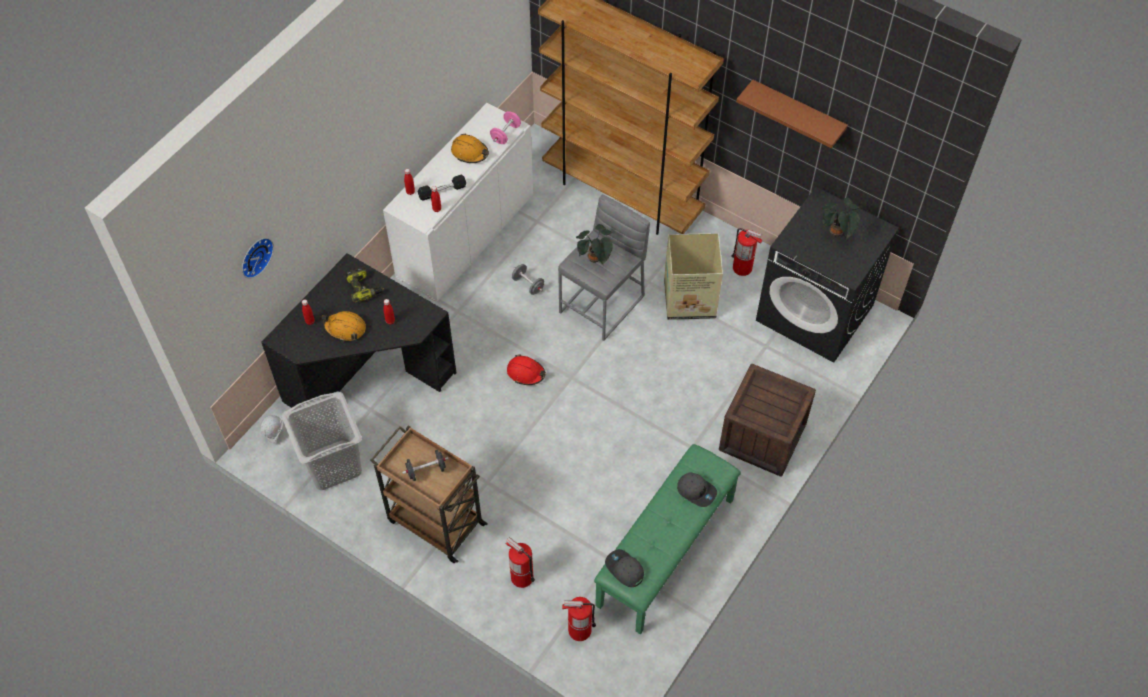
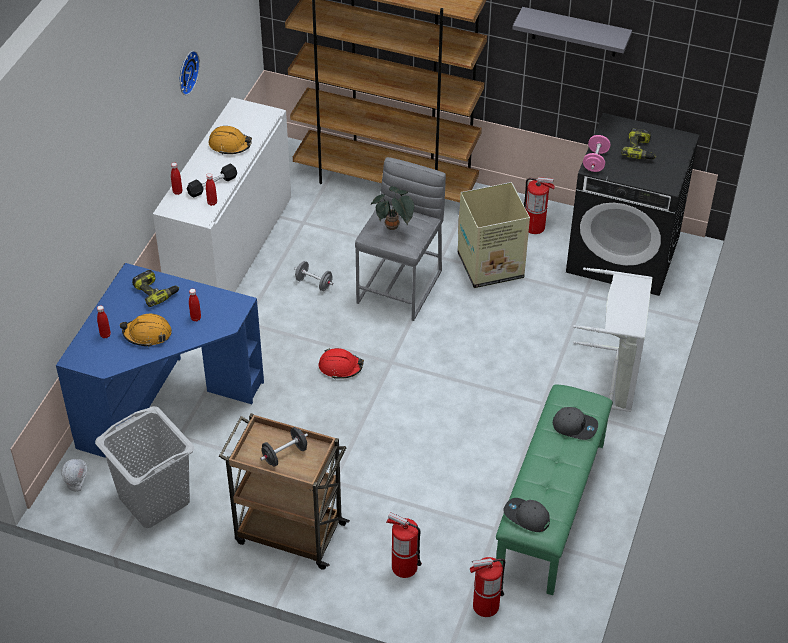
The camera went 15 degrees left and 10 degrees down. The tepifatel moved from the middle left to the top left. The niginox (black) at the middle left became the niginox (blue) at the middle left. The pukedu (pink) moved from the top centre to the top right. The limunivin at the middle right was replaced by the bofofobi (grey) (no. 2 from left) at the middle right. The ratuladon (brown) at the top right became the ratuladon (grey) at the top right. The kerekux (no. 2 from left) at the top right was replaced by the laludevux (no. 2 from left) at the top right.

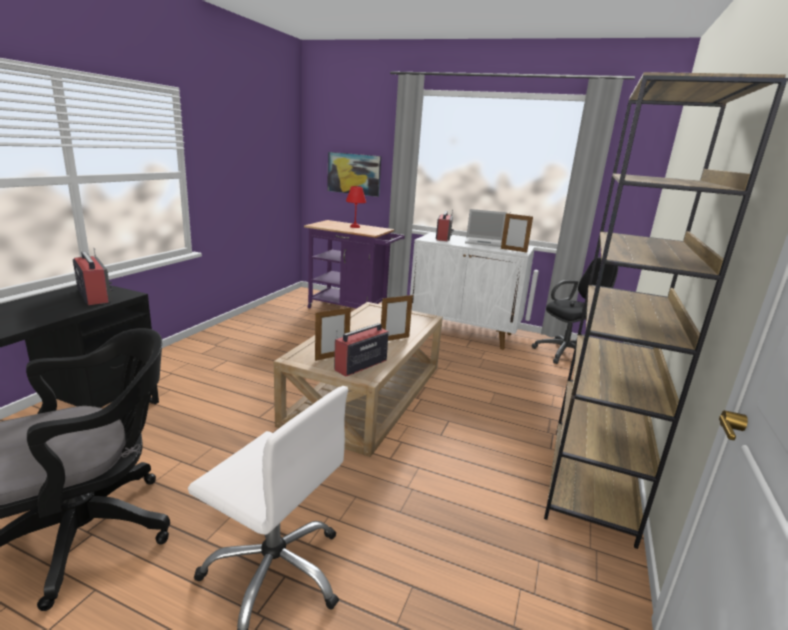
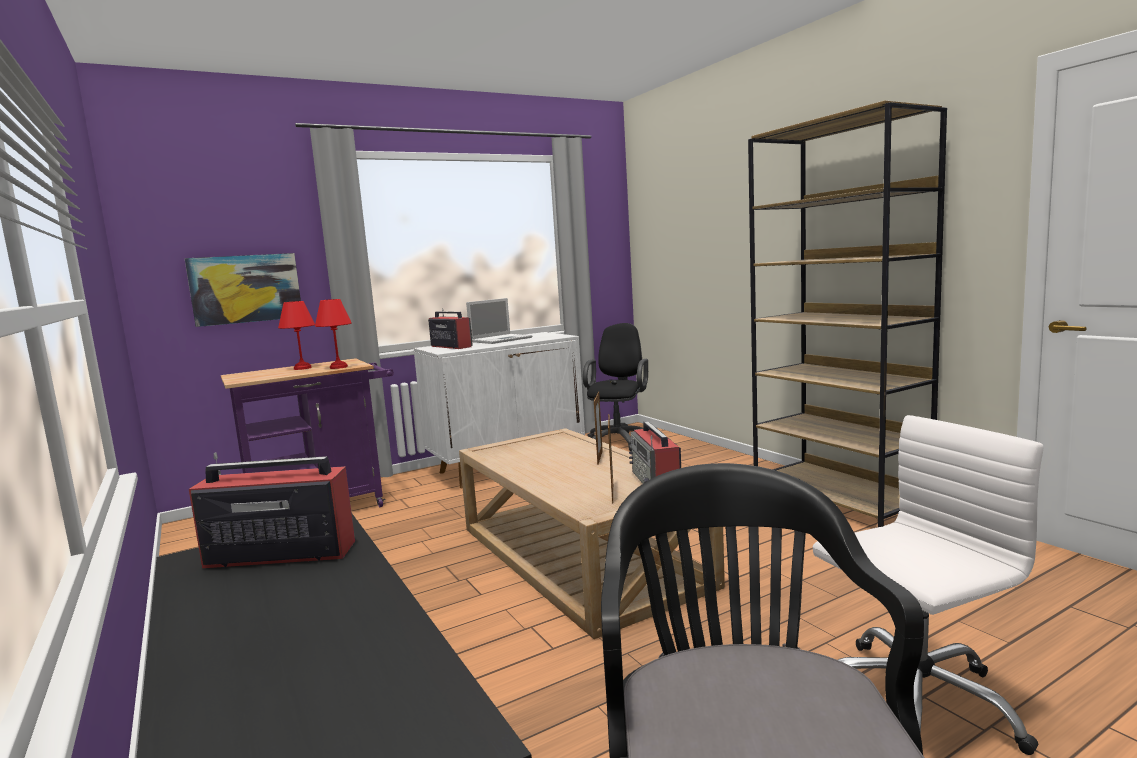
The camera went 50 degrees left and 10 degrees down. The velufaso (no. 3 from left) at the centre disappeared. The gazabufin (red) (no. 2 from left) at the middle left appeared.

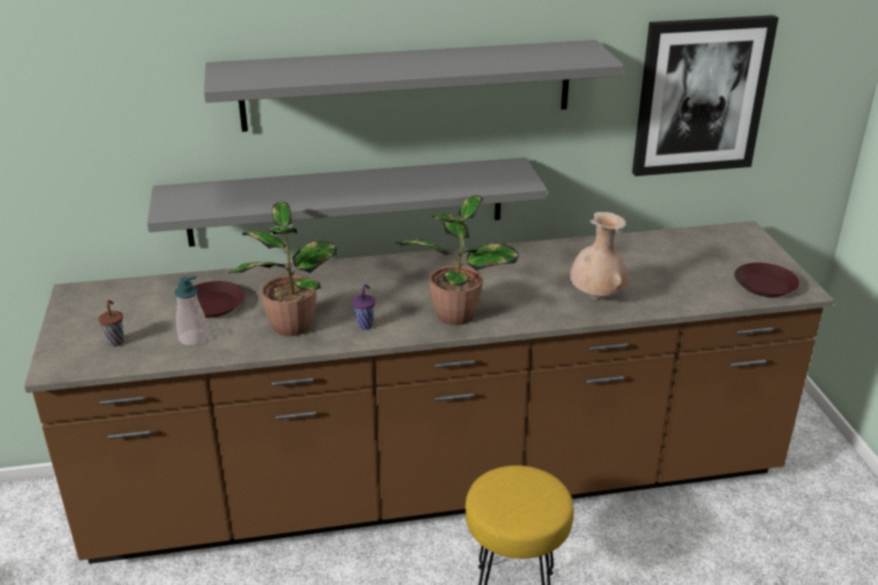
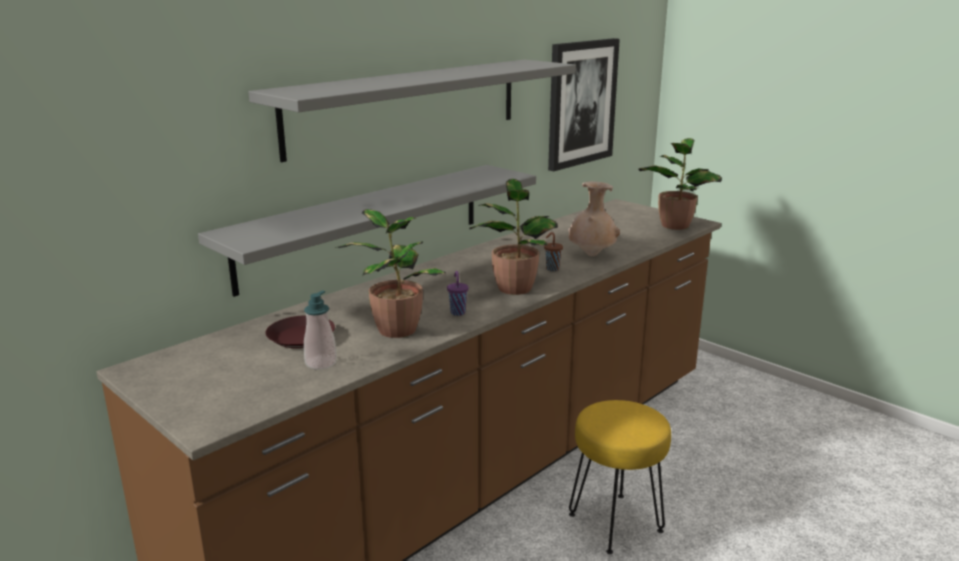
The camera went 35 degrees left and 10 degrees down. The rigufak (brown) moved from the middle left to the centre. The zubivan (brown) (no. 2 from left) at the middle right was replaced by the kerekux (no. 3 from left) at the top right.

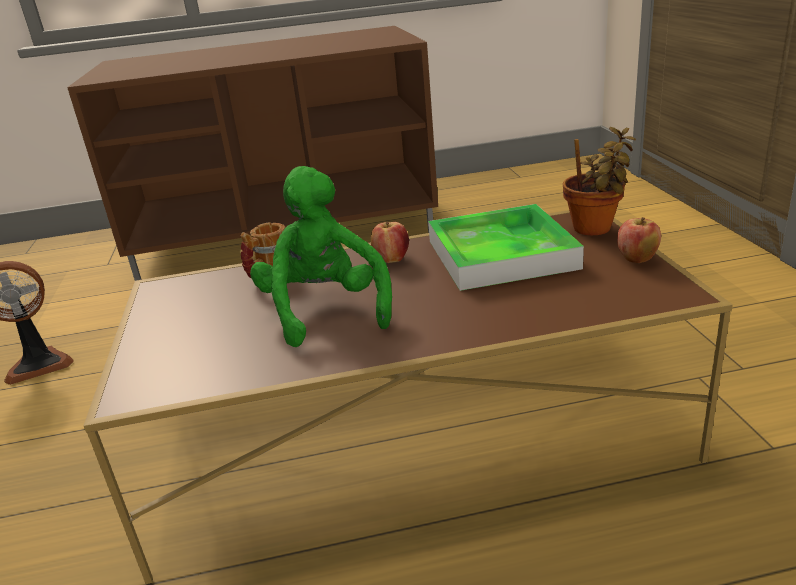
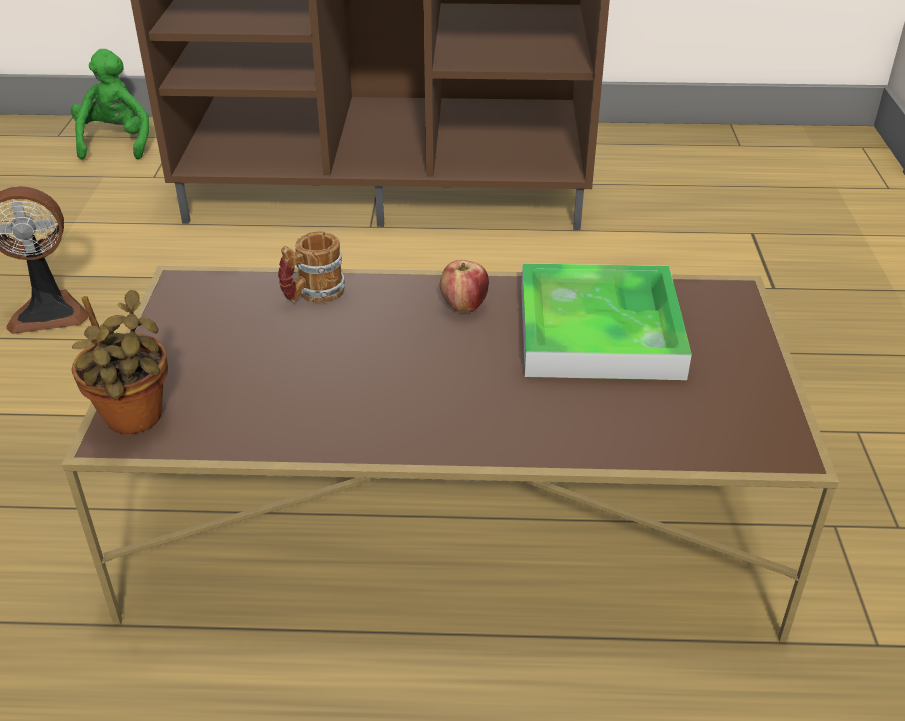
The camera went 10 degrees right and 10 degrees up. The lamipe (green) moved from the centre to the top left. The kerekux moved from the top right to the middle left. The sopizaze (no. 2 from left) at the middle right disappeared.

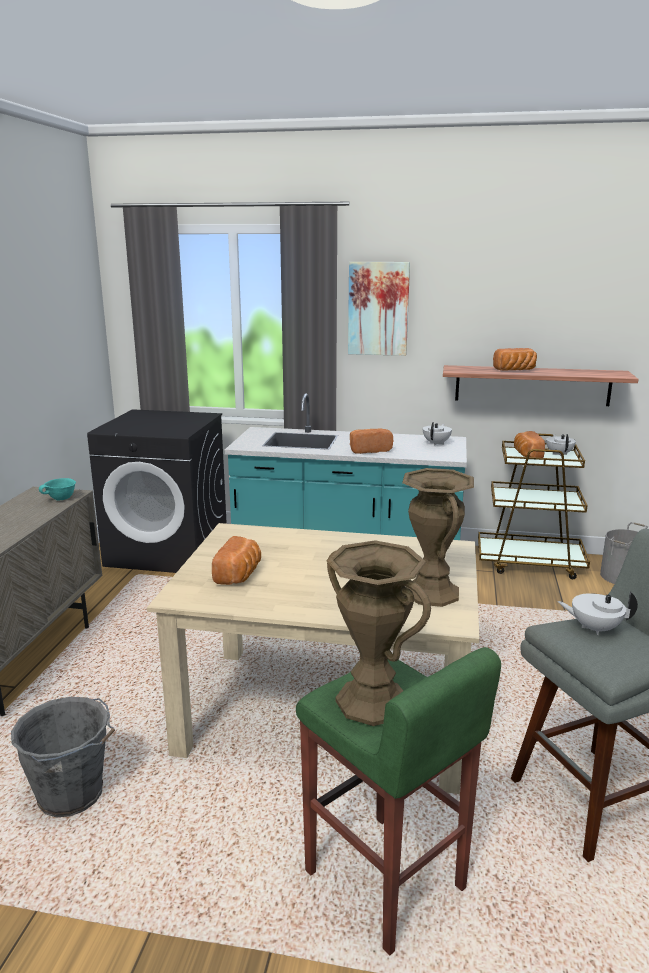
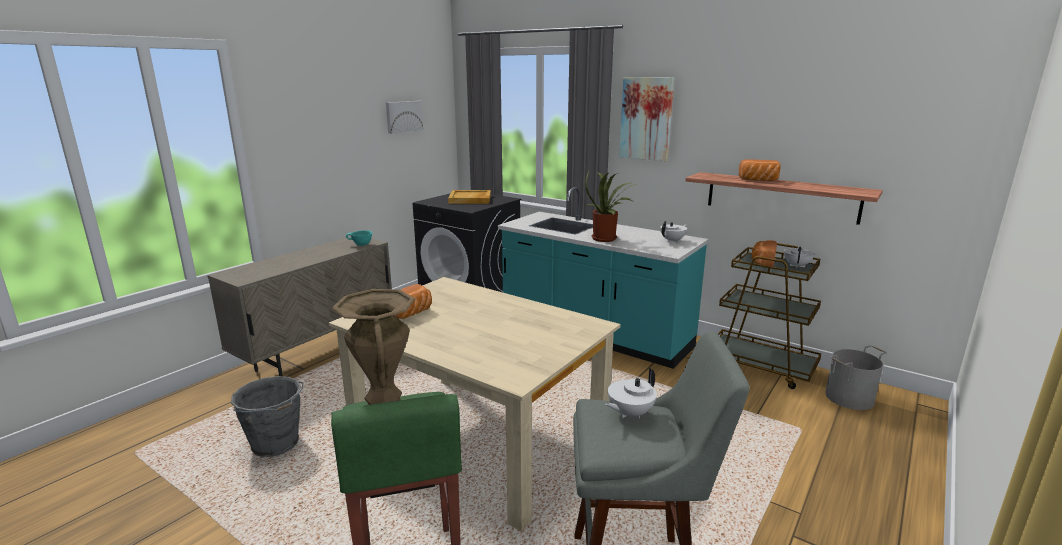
The camera went 25 degrees right and 0 degrees up. The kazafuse (no. 2 from left) at the centre was replaced by the kerekux at the centre. The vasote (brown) (no. 2 from left) at the middle right disappeared. The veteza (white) (no. 3 from left in the first image) at the middle right turned 75 degrees counterclockwise. The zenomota (no. 1 from left) at the top centre appeared. The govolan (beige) at the centre appeared.

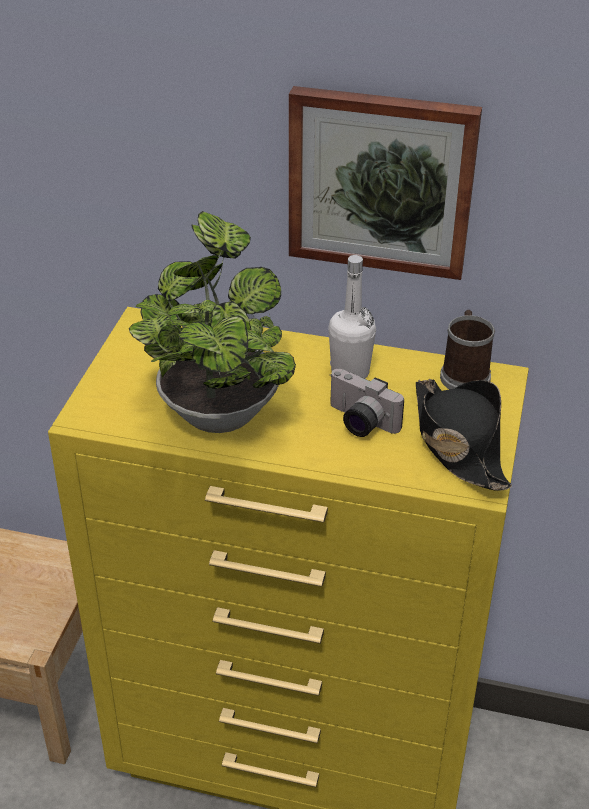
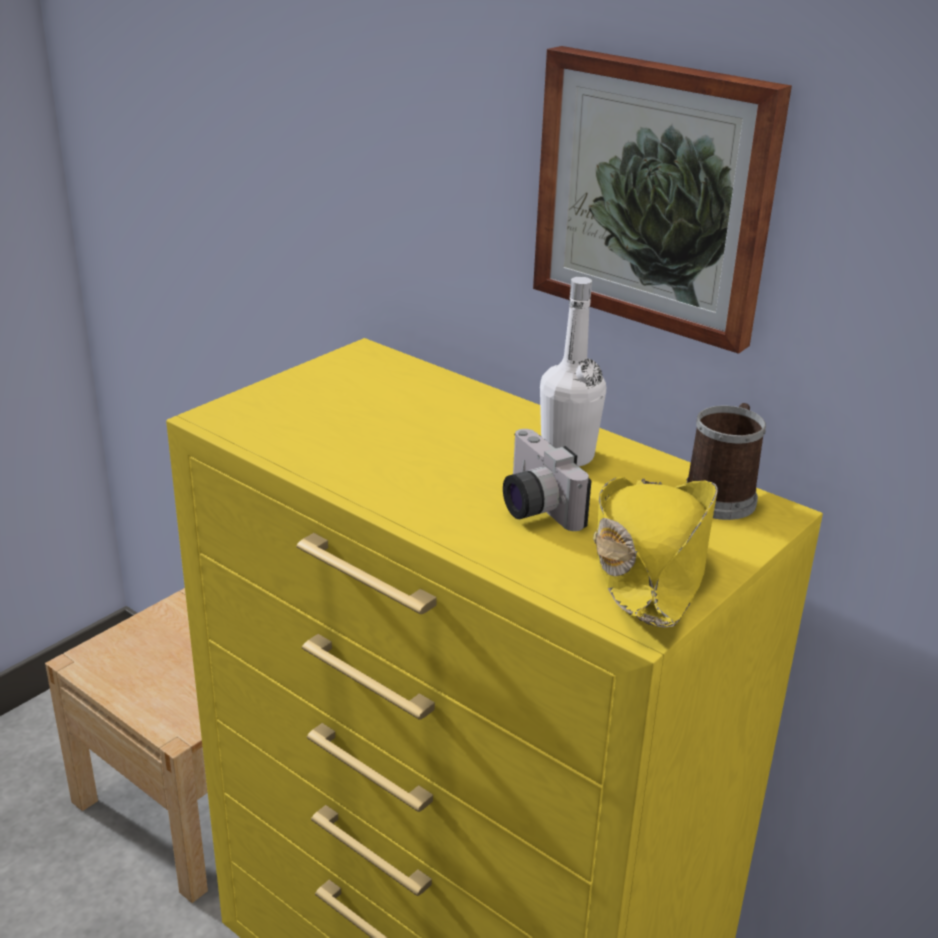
The camera went 25 degrees right and 10 degrees down. The kerekux at the centre disappeared. The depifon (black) at the middle right became the depifon (yellow) at the middle right.

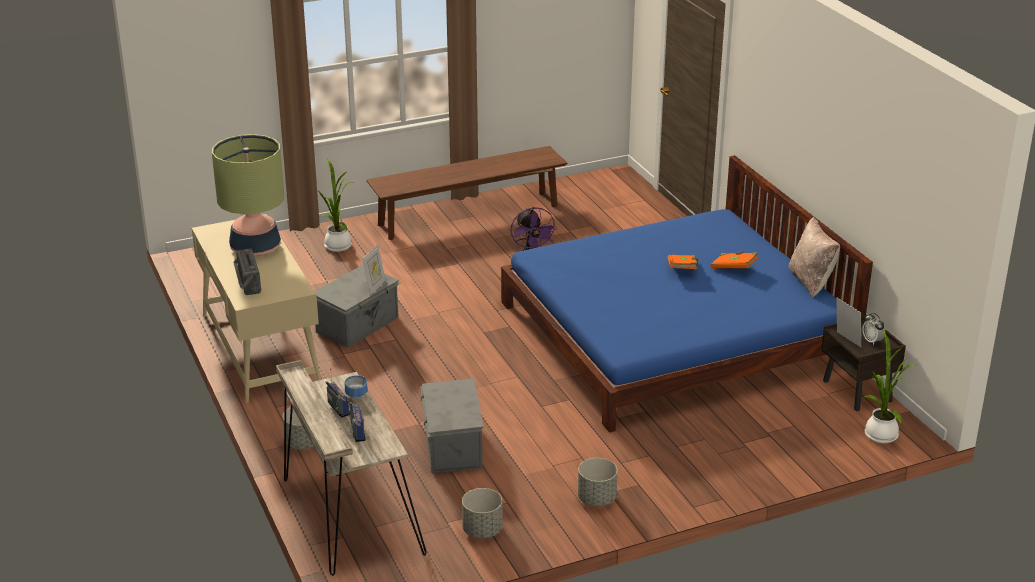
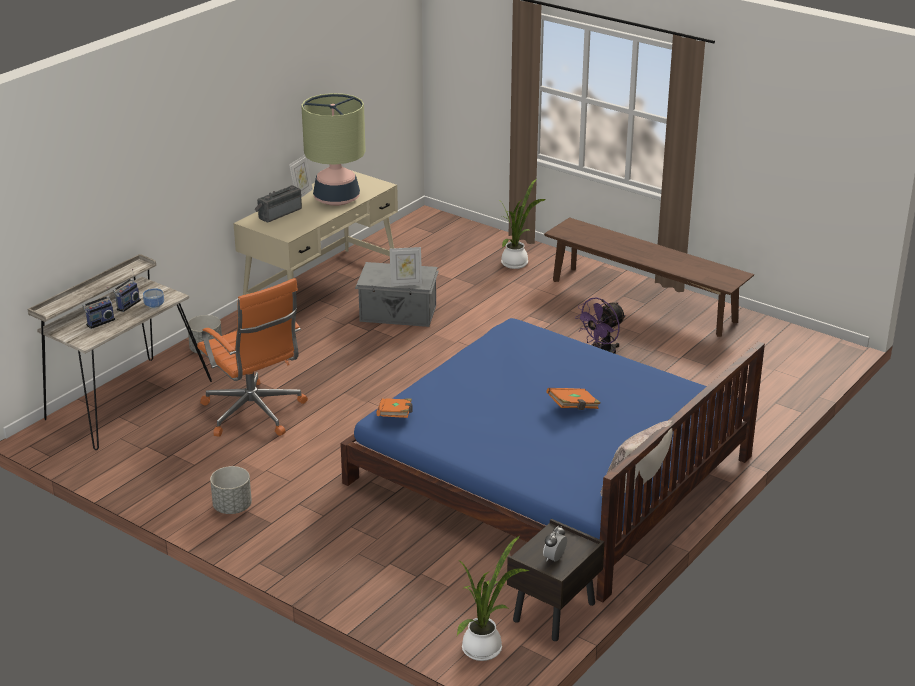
The camera went 60 degrees right and 0 degrees up. The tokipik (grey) (no. 2 from left) at the bottom centre was replaced by the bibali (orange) at the middle left. The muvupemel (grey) (no. 2 from left) at the bottom centre disappeared. The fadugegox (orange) (no. 2 from left in the first image) moved from the middle right to the centre. The velufaso (no. 2 from left in the first image) moved from the middle right to the top left.

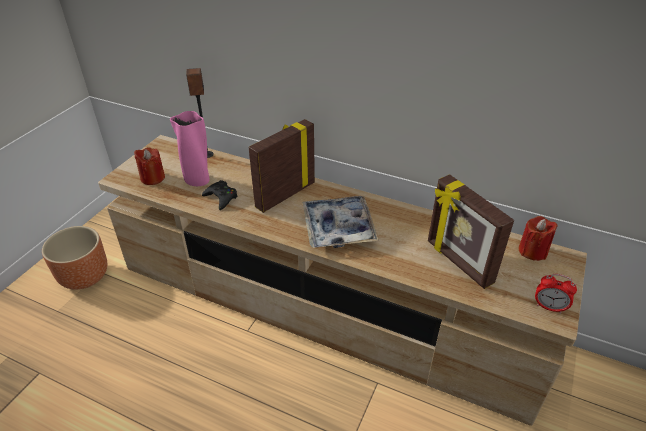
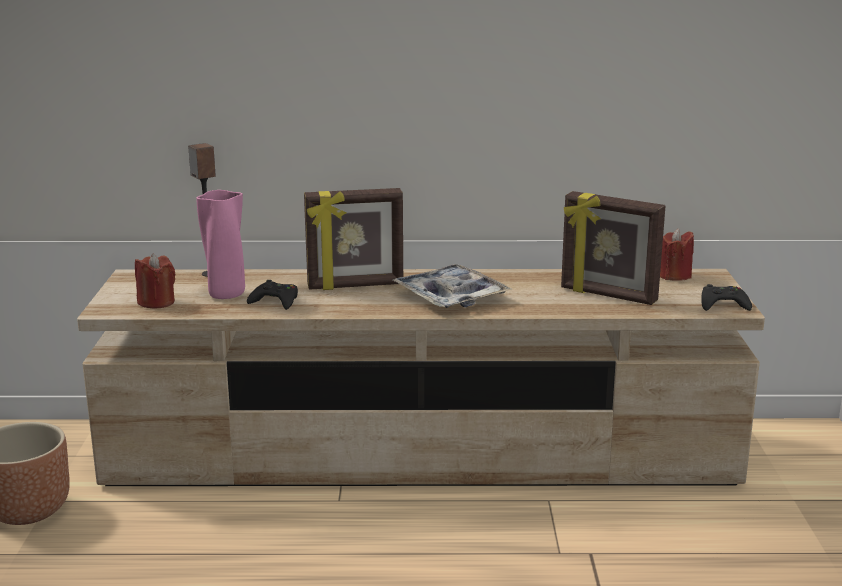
The camera went 25 degrees left and 20 degrees down. The velufaso (no. 1 from left) at the centre turned 120 degrees counterclockwise. The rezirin at the bottom right was replaced by the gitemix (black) (no. 2 from left) at the middle right.

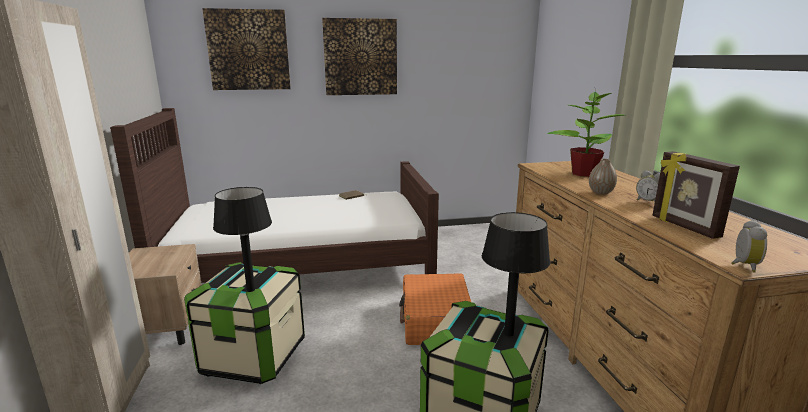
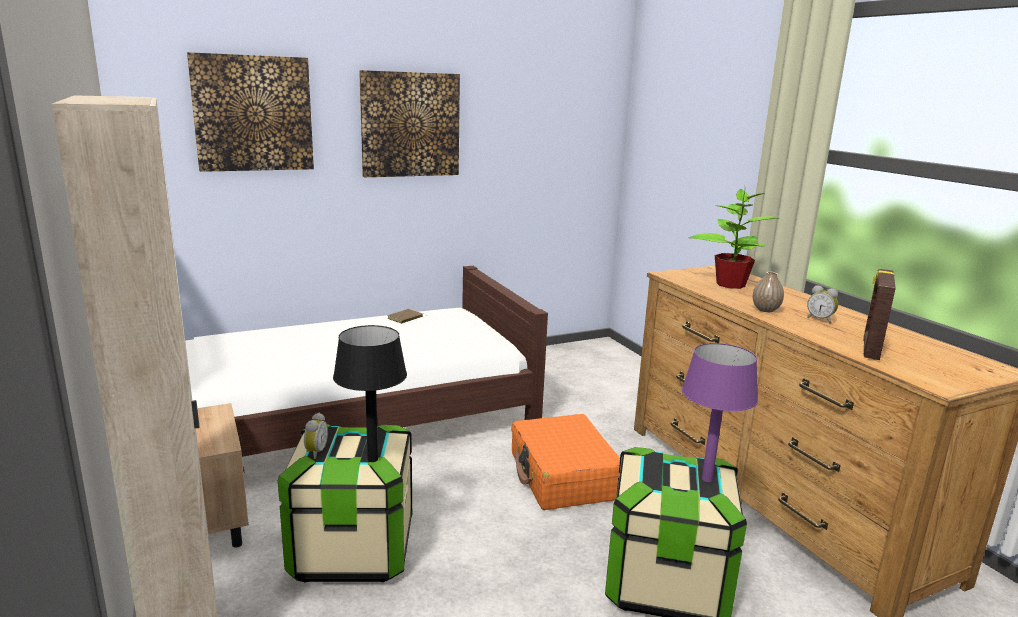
The camera went 15 degrees left and 0 degrees up. The gazabufin (black) (no. 2 from left) at the centre became the gazabufin (purple) at the bottom right. The velufaso at the middle right turned 60 degrees clockwise. The rezirin (no. 2 from left in the first image) moved from the middle right to the bottom left.

